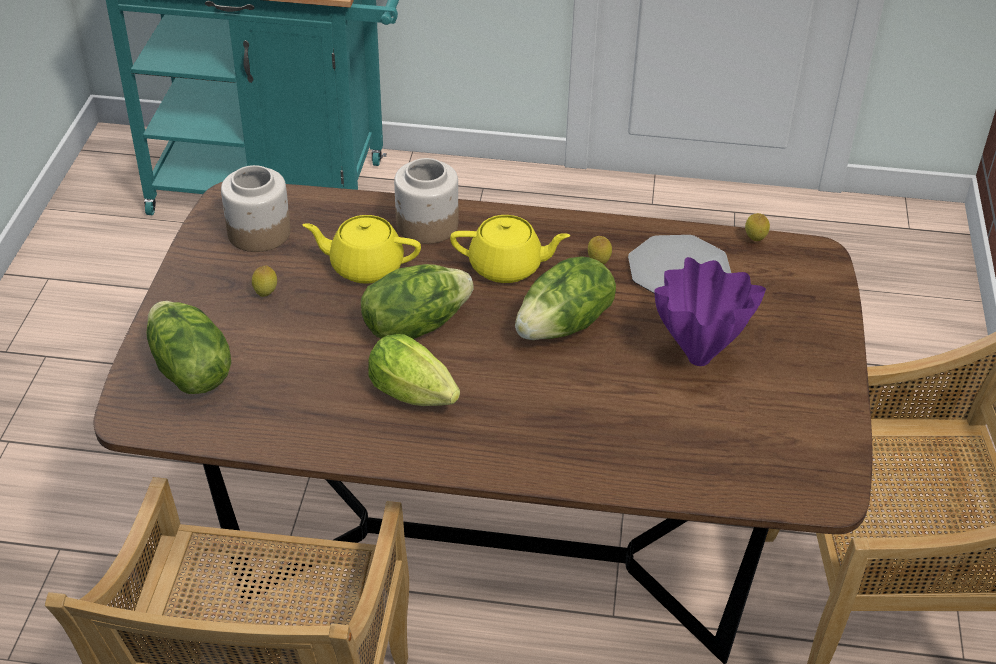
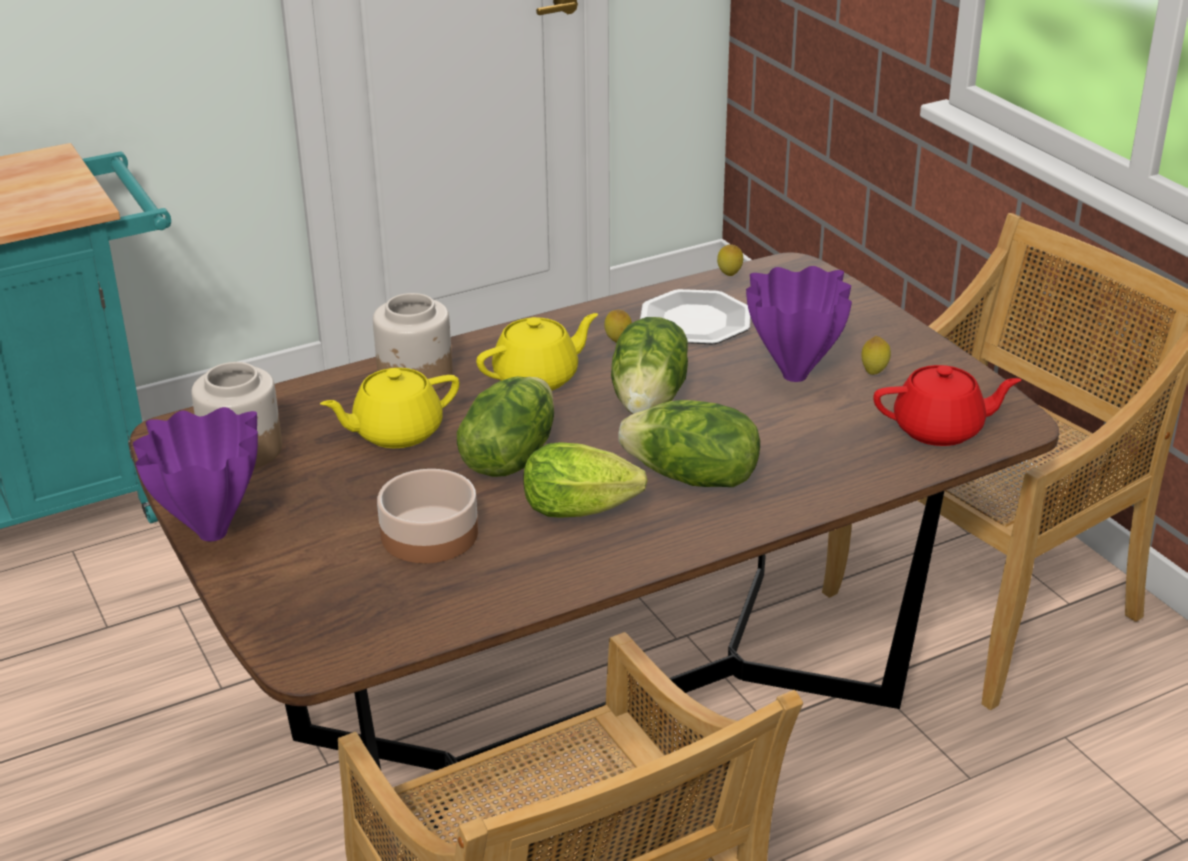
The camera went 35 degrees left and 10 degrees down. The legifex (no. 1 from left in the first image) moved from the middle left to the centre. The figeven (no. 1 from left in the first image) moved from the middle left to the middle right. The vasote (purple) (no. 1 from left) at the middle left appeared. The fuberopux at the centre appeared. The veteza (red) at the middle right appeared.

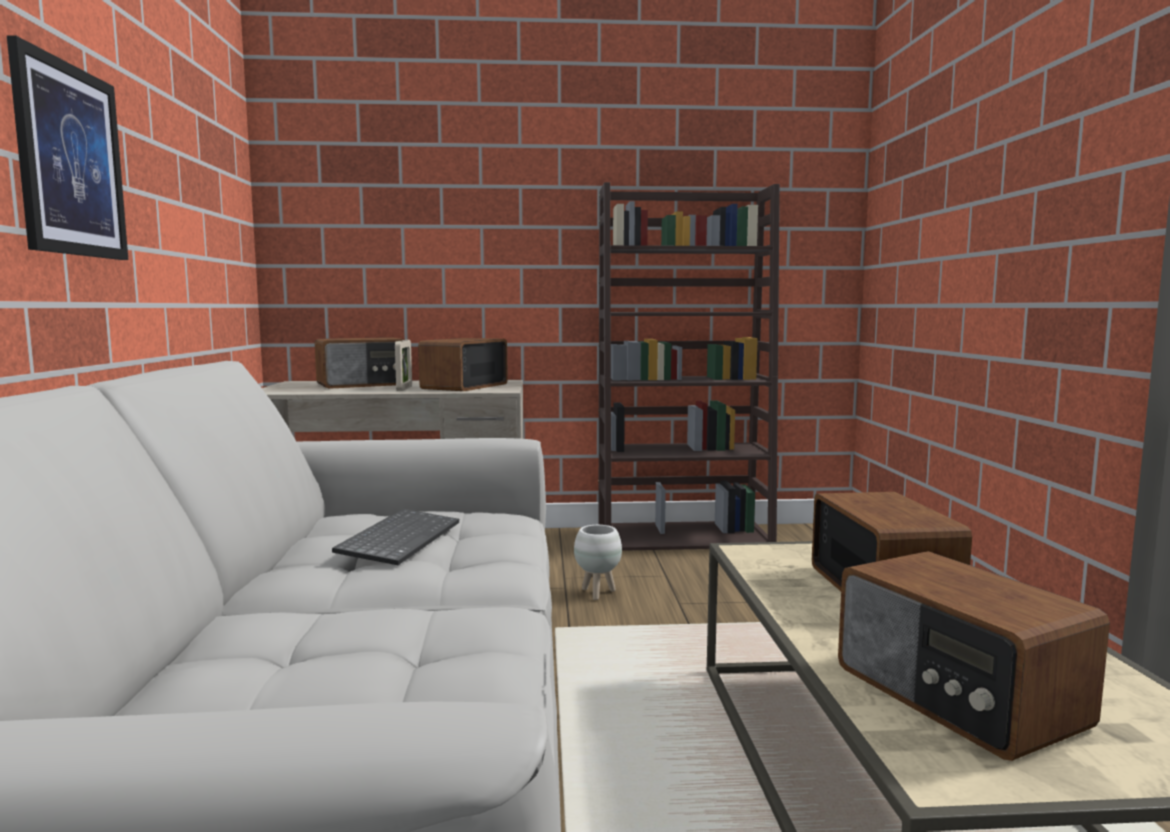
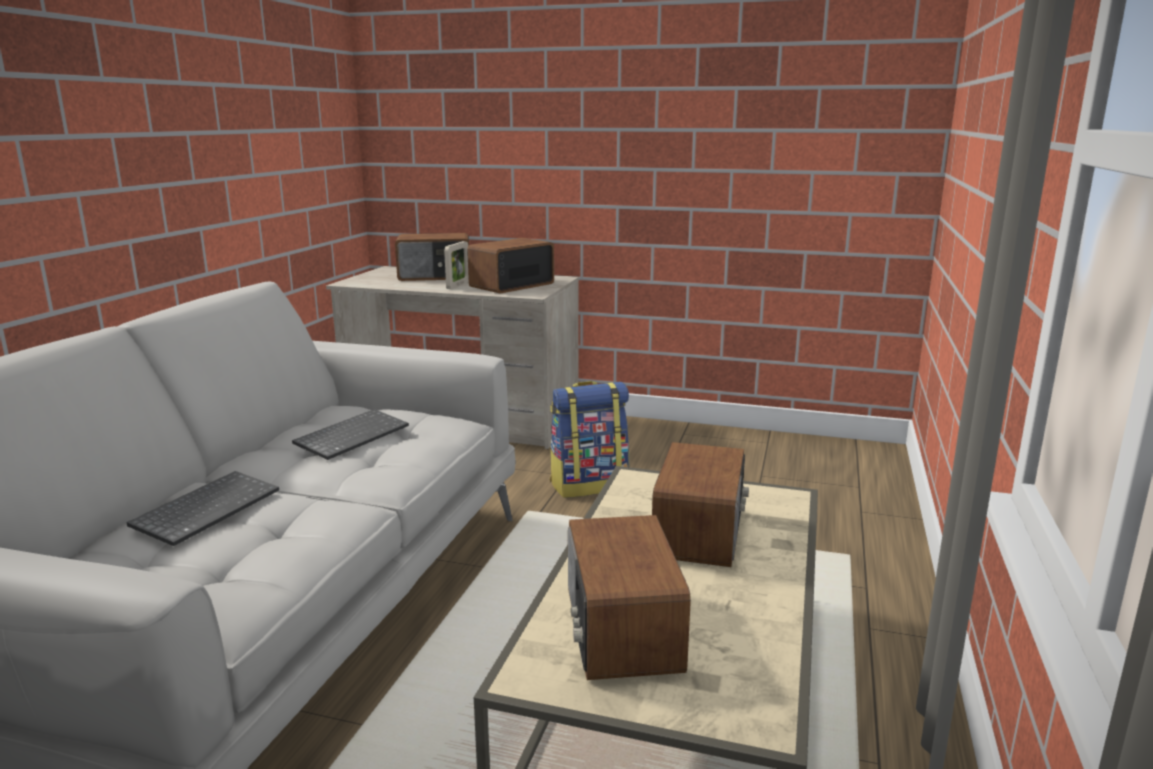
The camera went 20 degrees right and 10 degrees up. The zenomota at the top left disappeared. The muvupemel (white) at the bottom centre was replaced by the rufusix at the centre. The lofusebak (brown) at the centre disappeared. The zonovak (no. 1 from left) at the middle left appeared.

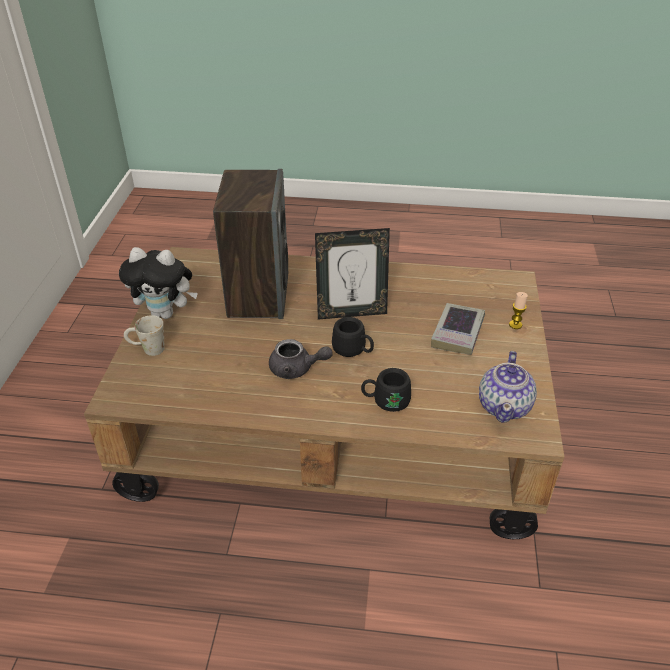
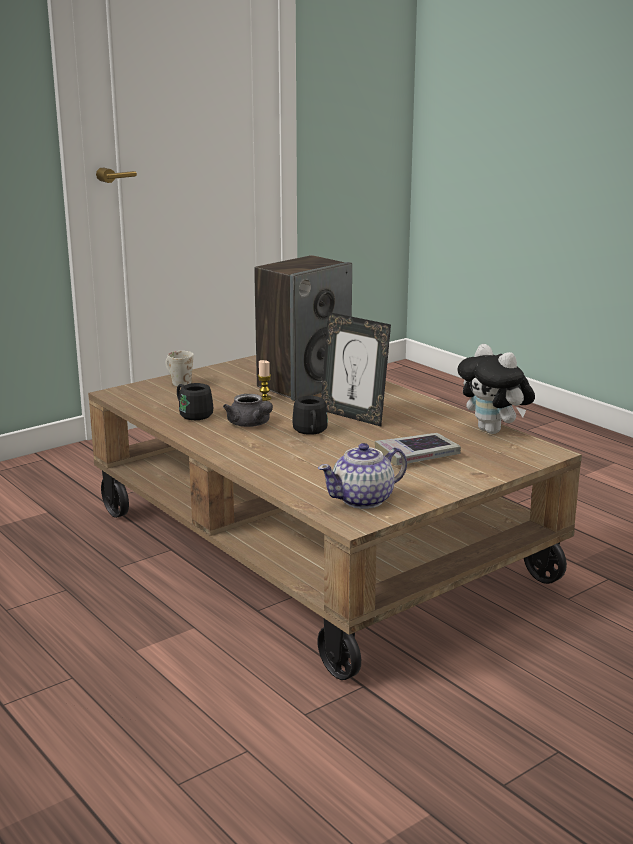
The camera went 45 degrees right and 20 degrees down. The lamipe moved from the middle left to the middle right. The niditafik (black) (no. 2 from left in the first image) moved from the centre to the middle left. The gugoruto moved from the middle right to the centre.

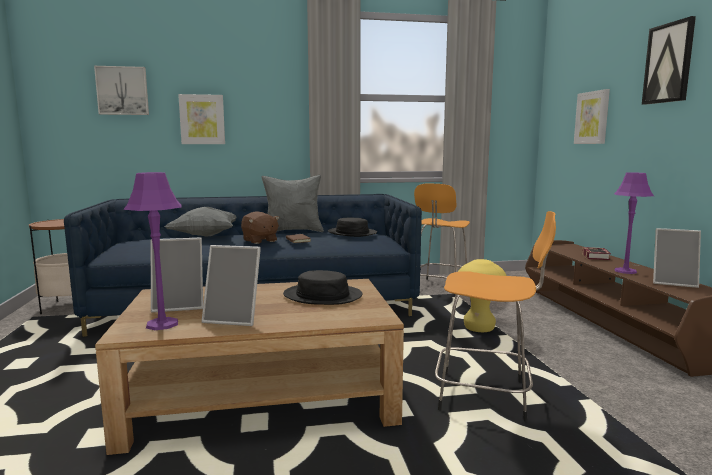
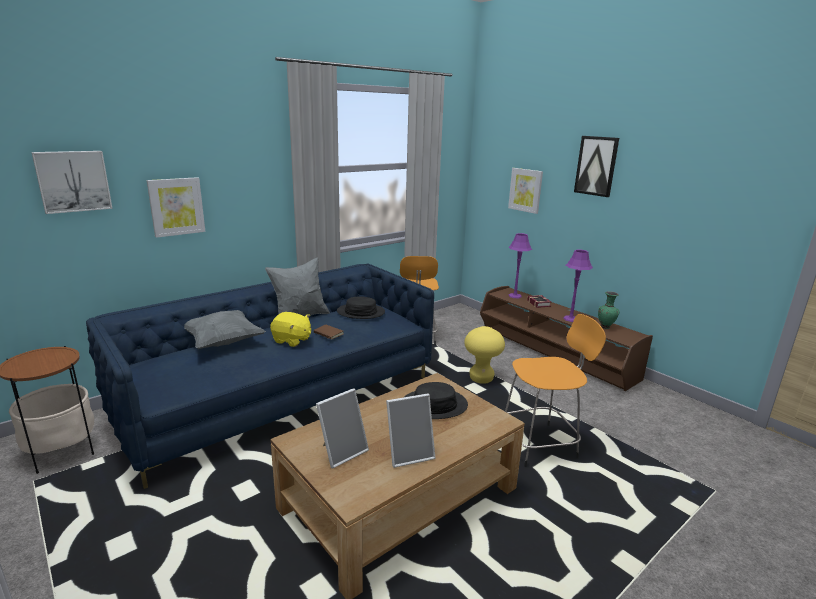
The camera went 30 degrees left and 10 degrees up. The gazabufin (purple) (no. 1 from left) moved from the middle left to the centre. The lamipe (brown) at the centre became the lamipe (yellow) at the centre. The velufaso (no. 3 from left) at the middle right was replaced by the vasote (green) at the middle right.

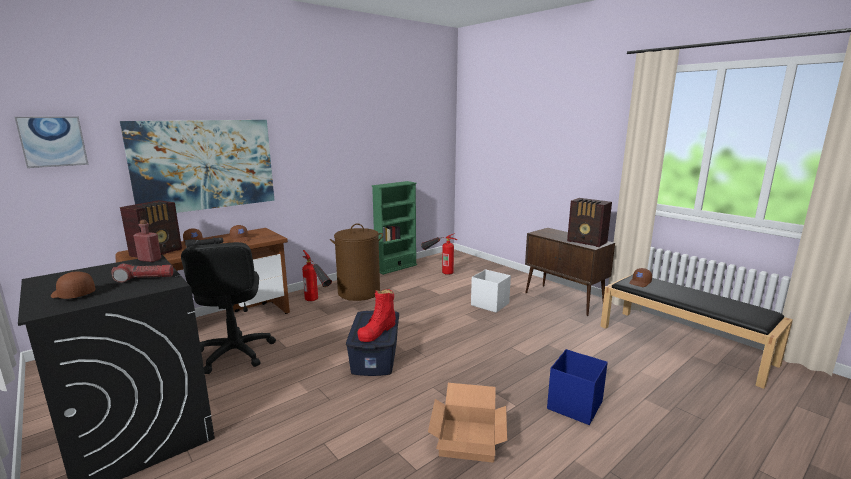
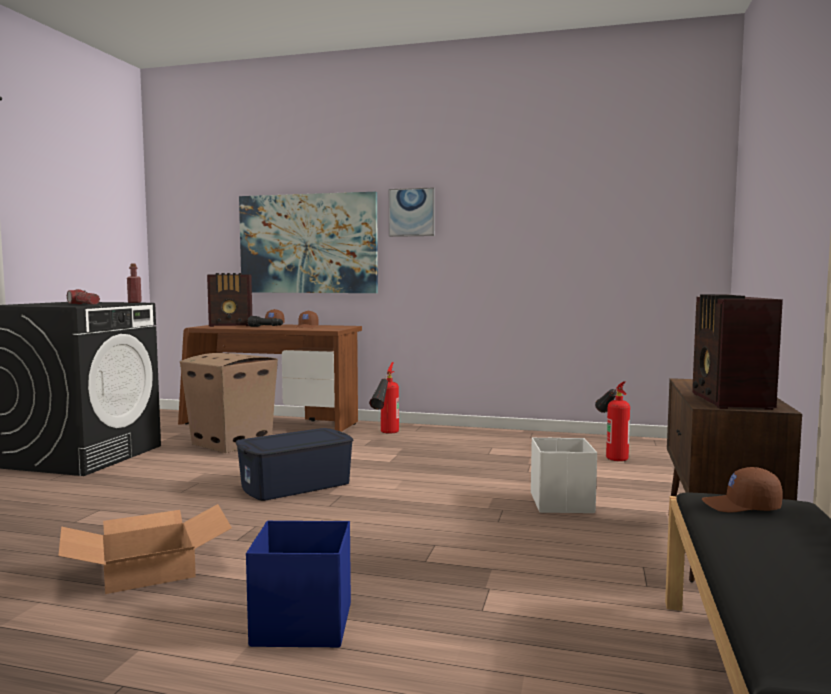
The camera went 55 degrees right and 10 degrees down. The zenomota (no. 1 from left in the first image) moved from the top left to the top centre. The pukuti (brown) (no. 1 from left) at the middle left disappeared. The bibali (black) at the middle left was replaced by the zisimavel (no. 2 from left) at the middle left. The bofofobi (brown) at the centre disappeared. The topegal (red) at the centre disappeared. The lofusebak (green) at the centre disappeared.

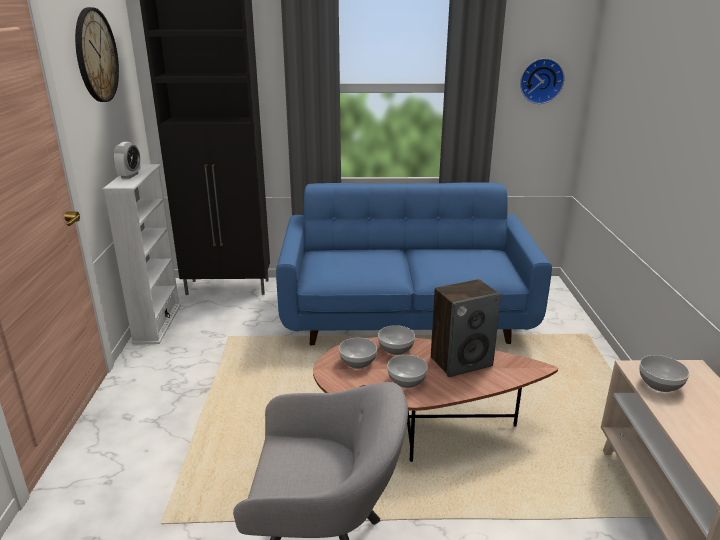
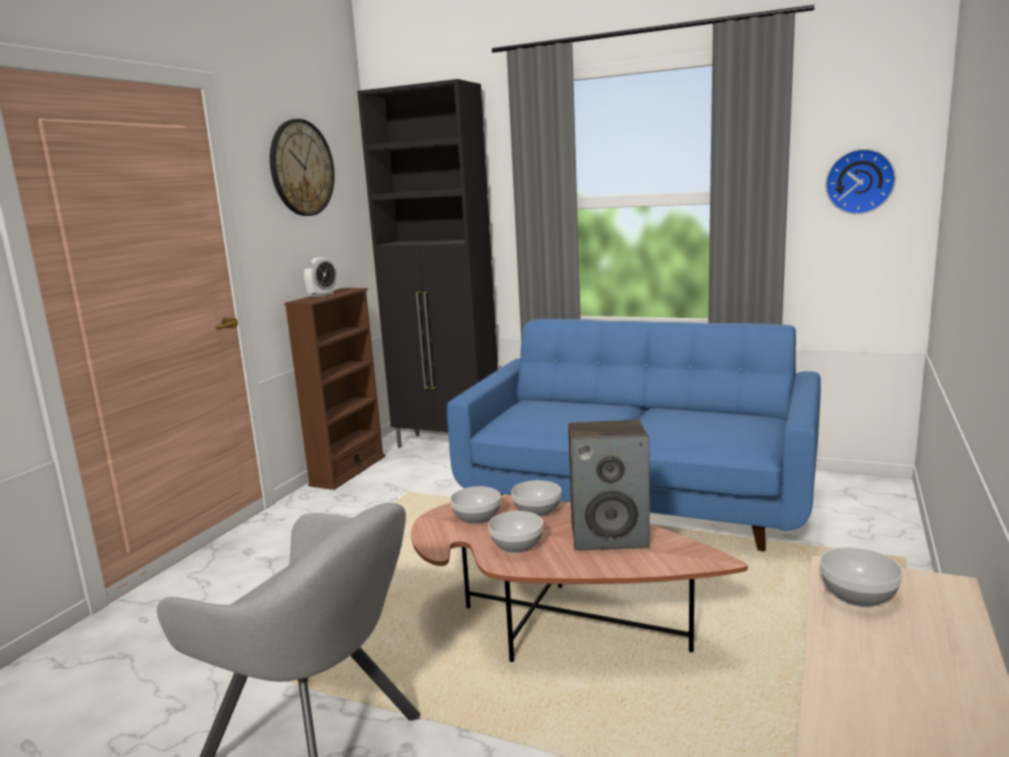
The camera went 25 degrees right and 10 degrees down. The lofusebak (white) at the middle left became the lofusebak (brown) at the middle left.

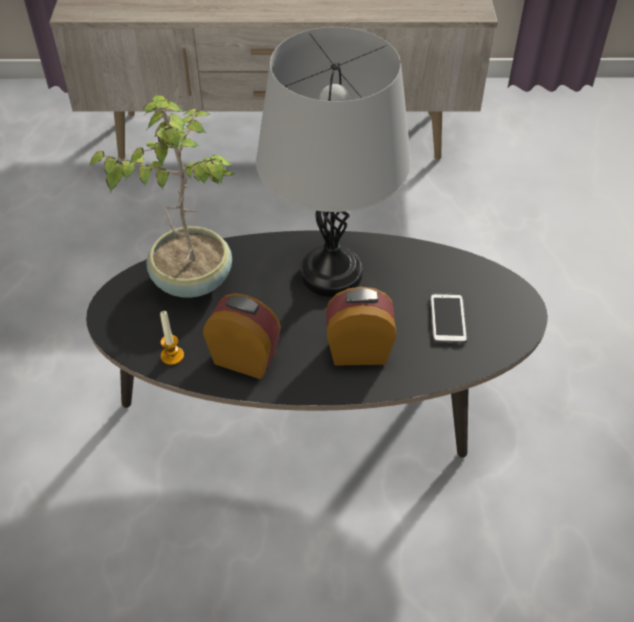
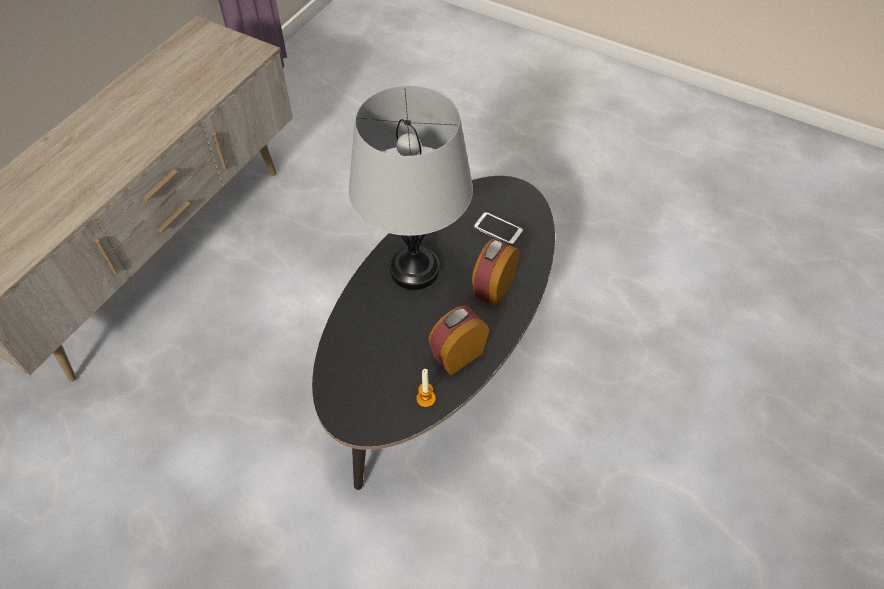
The camera went 60 degrees left and 5 degrees up. The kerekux at the top left disappeared.

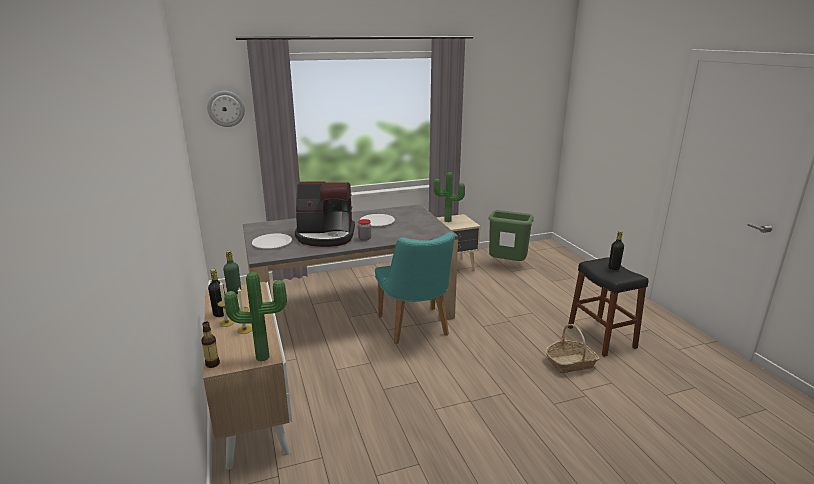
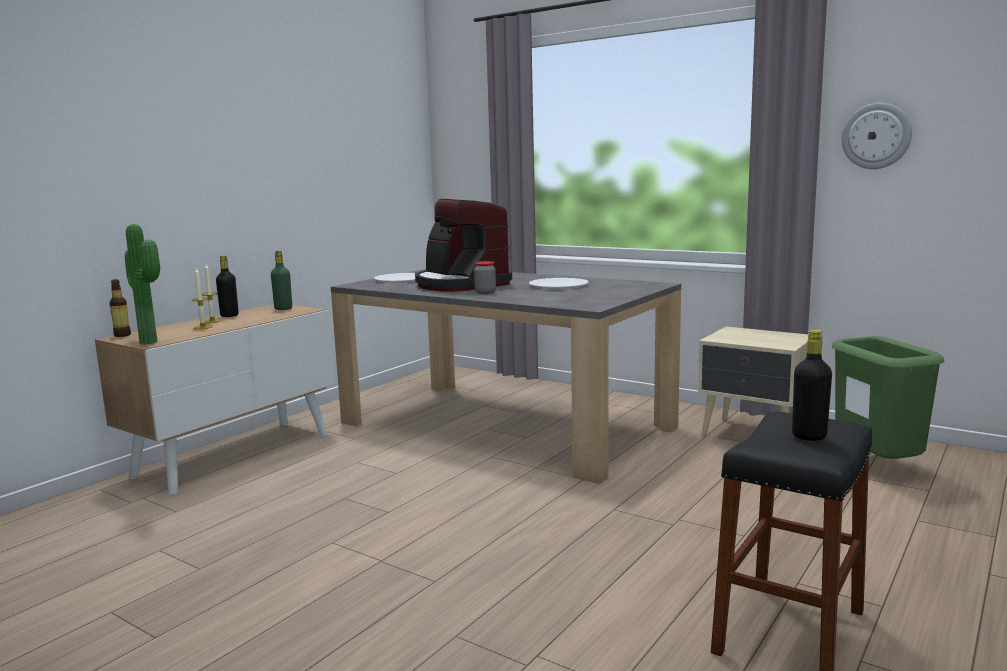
The camera went 55 degrees right and 10 degrees down. The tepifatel moved from the top left to the top right. The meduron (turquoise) at the centre disappeared. The kerekux (no. 2 from left) at the centre disappeared. The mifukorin at the bottom right disappeared.

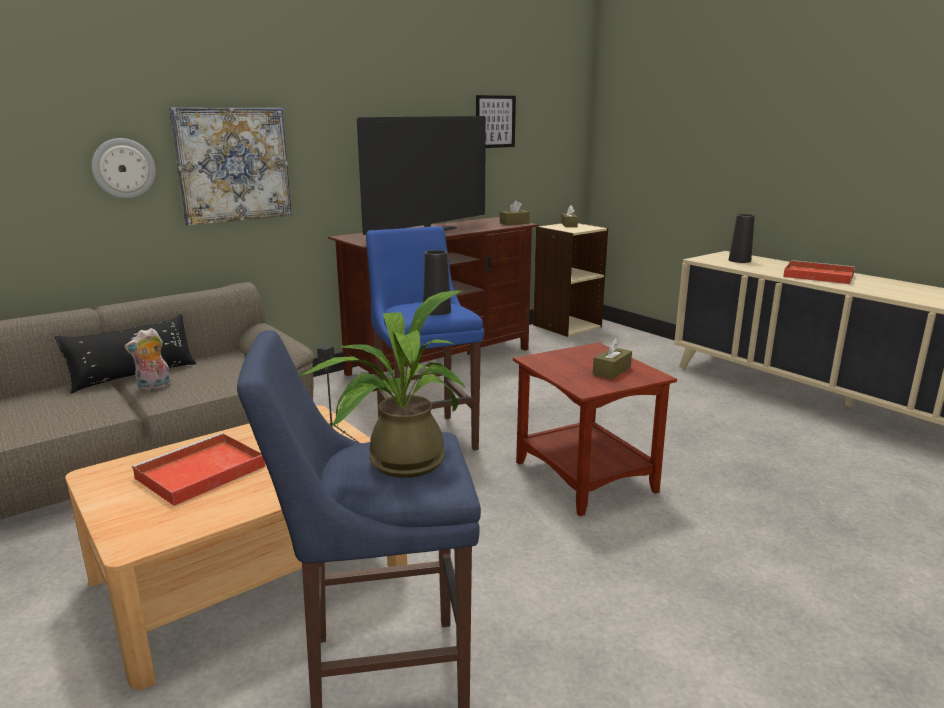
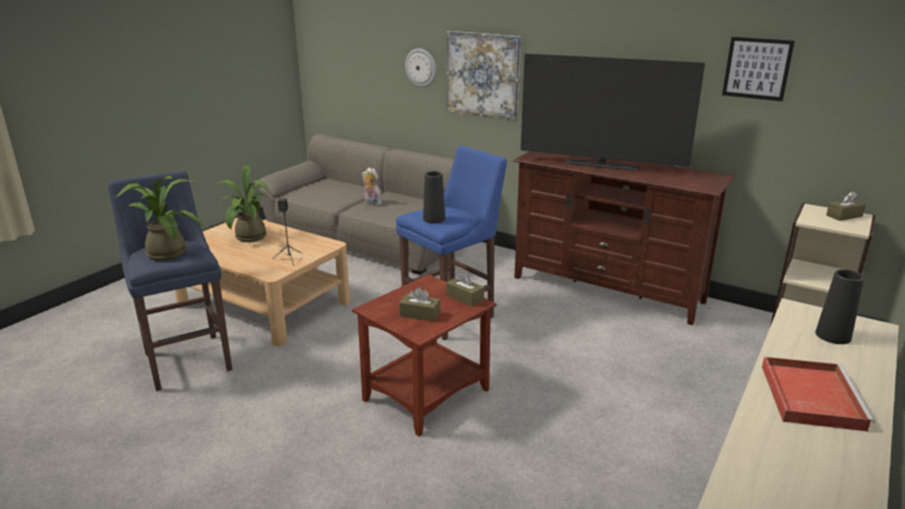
The camera went 70 degrees right and 5 degrees up. The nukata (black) at the middle left disappeared. The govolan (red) (no. 1 from left) at the middle left was replaced by the kerekux (no. 2 from left) at the middle left. The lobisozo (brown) (no. 1 from left in the first image) moved from the top centre to the centre.

